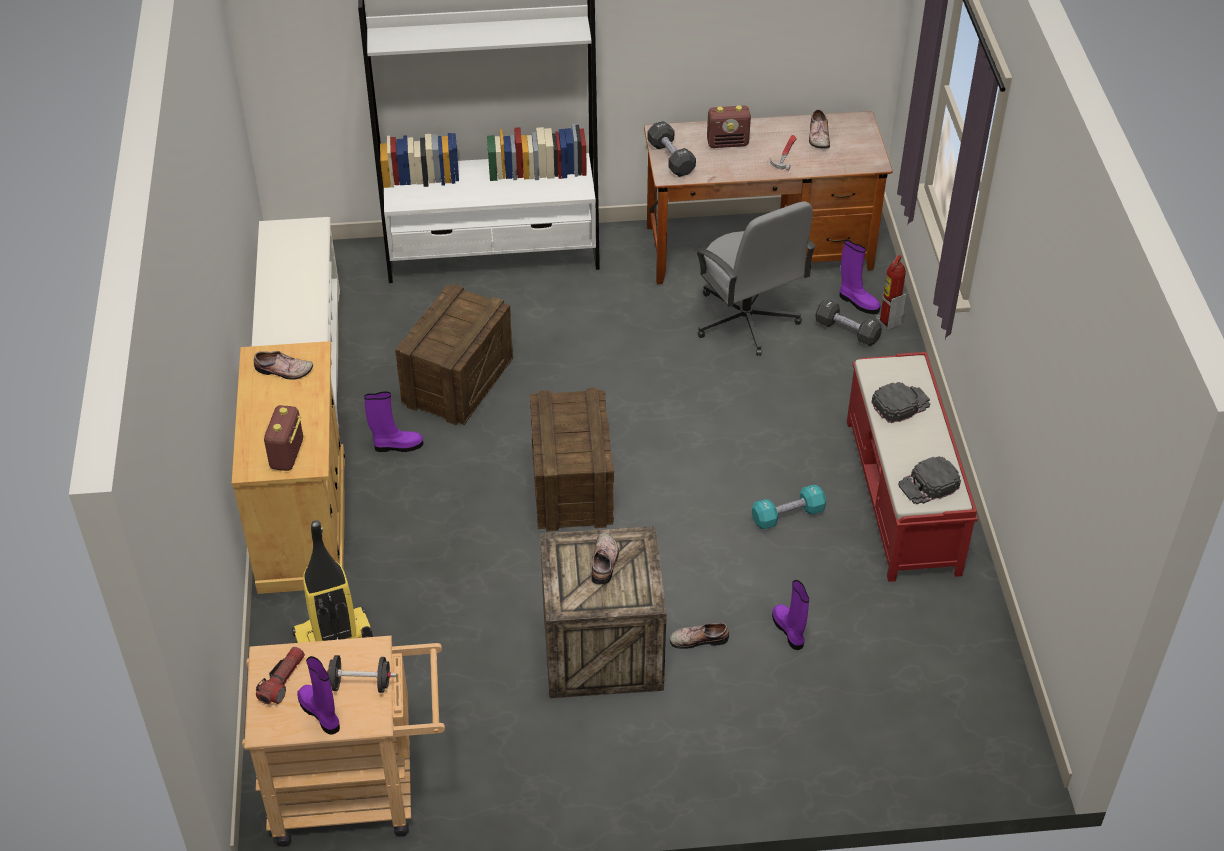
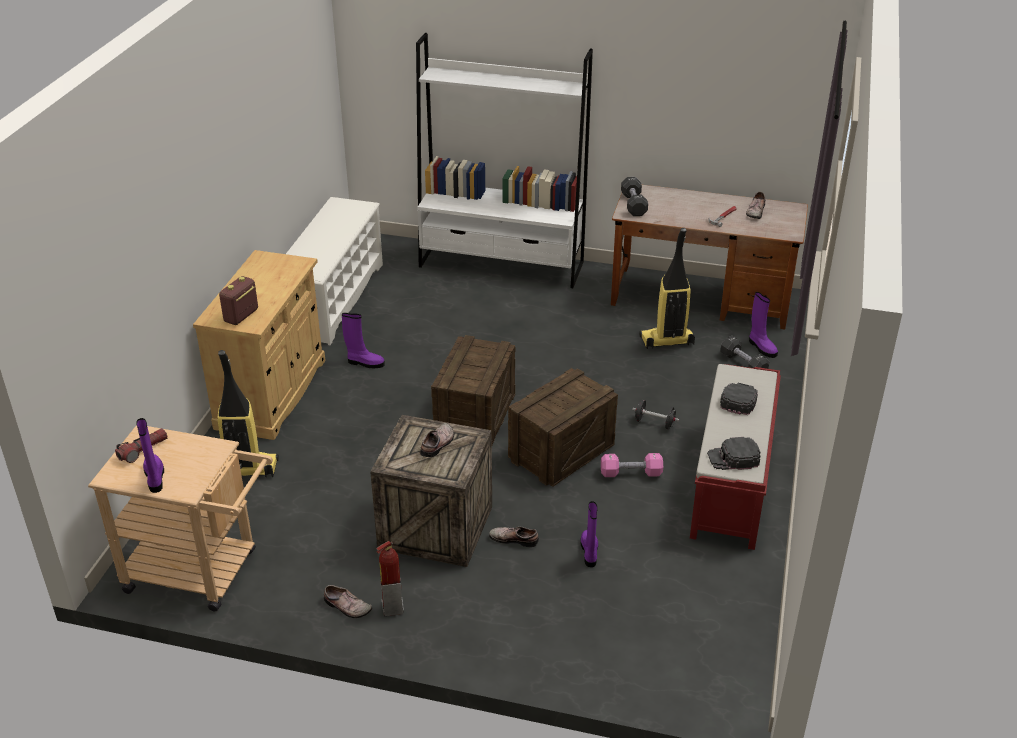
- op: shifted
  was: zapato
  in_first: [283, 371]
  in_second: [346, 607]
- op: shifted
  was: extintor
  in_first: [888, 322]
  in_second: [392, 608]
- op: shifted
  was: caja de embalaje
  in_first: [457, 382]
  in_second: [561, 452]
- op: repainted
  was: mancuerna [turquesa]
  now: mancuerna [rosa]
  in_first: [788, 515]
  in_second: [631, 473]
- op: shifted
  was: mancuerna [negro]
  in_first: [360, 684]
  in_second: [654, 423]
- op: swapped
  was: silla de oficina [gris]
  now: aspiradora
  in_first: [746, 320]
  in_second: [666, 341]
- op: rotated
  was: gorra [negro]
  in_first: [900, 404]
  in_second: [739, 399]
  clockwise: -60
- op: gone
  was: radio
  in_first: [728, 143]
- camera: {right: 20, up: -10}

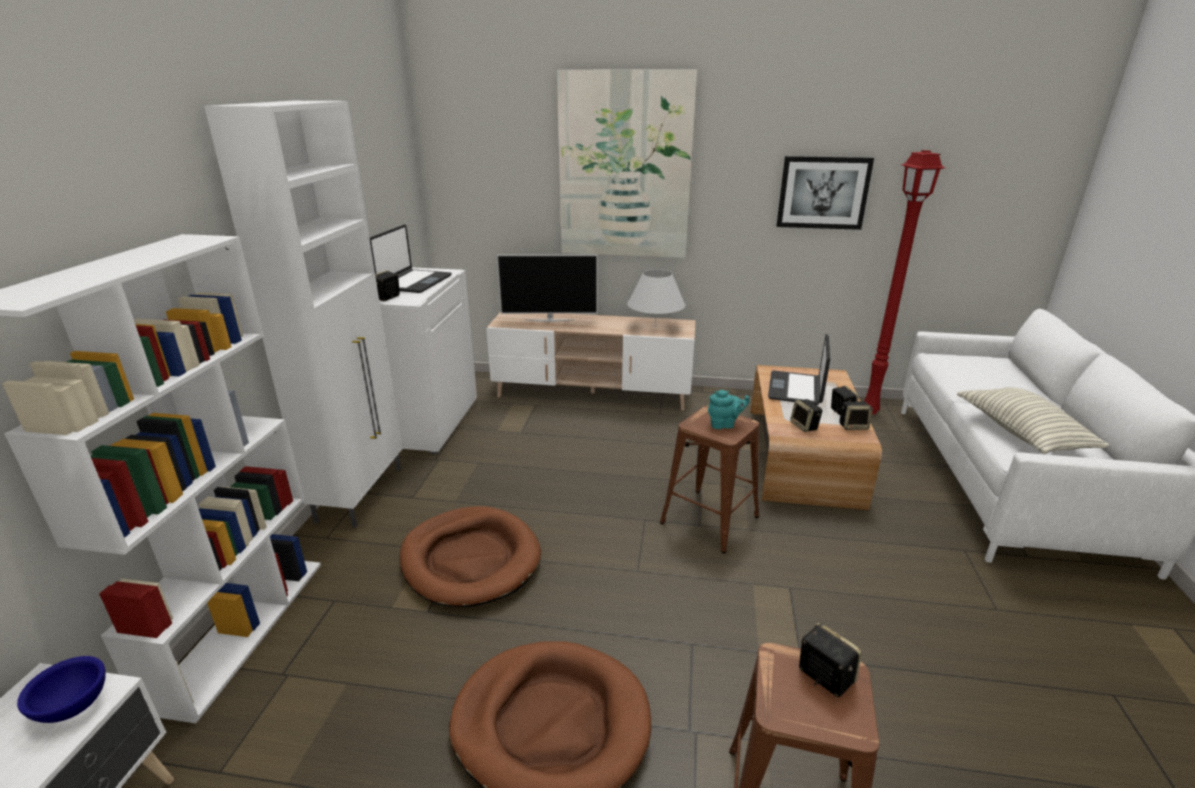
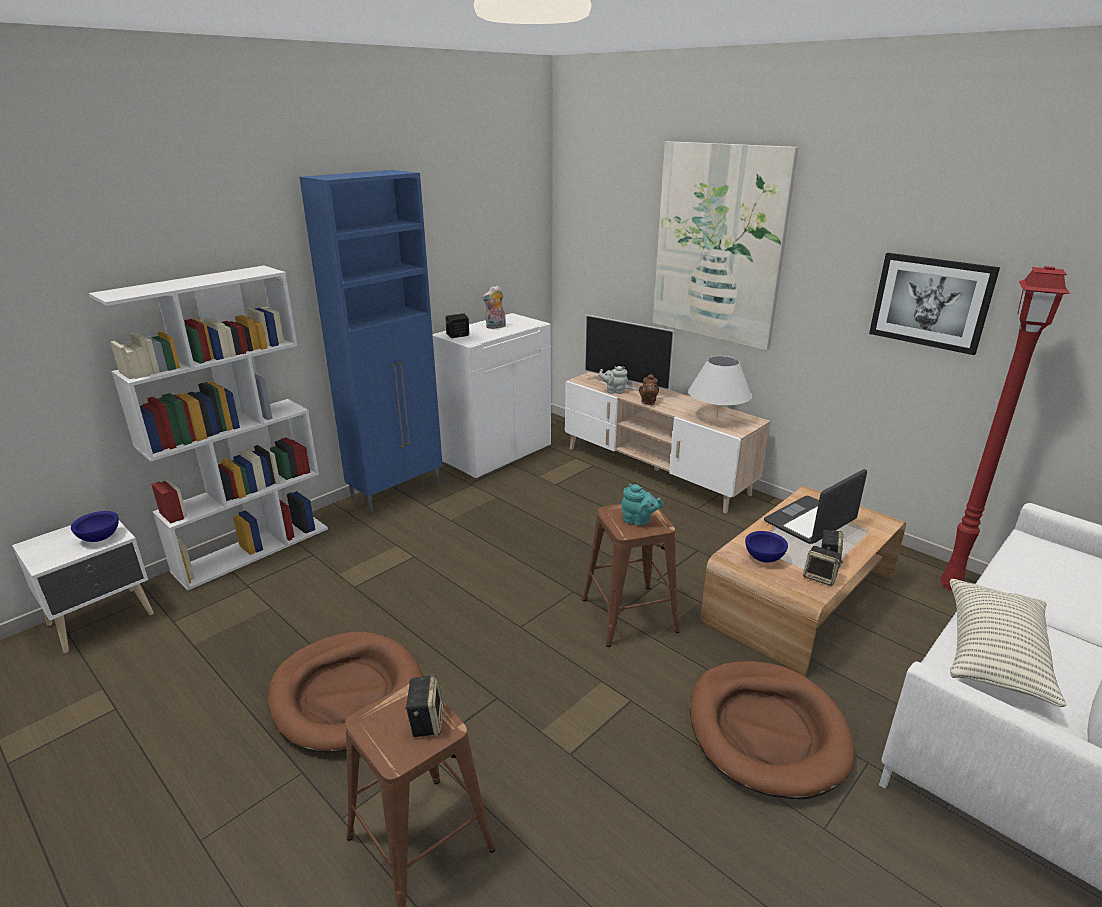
- op: repainted
  was: armario [blanco]
  now: armario [azul]
  in_first: [362, 493]
  in_second: [398, 491]
- op: swapped
  was: portátil
  now: peluche
  in_first: [414, 282]
  in_second: [495, 327]
- op: new
  now: tetera [gris]
  in_second: [614, 391]
- op: new
  now: tetera [marrón]
  in_second: [648, 402]
- op: shifted
  was: cama para perro [marrón]
  in_first: [470, 559]
  in_second: [767, 731]
- op: swapped
  was: altavoz
  now: cuenco [azul]
  in_first: [805, 426]
  in_second: [764, 558]
- camera: {right: 35, up: 0}

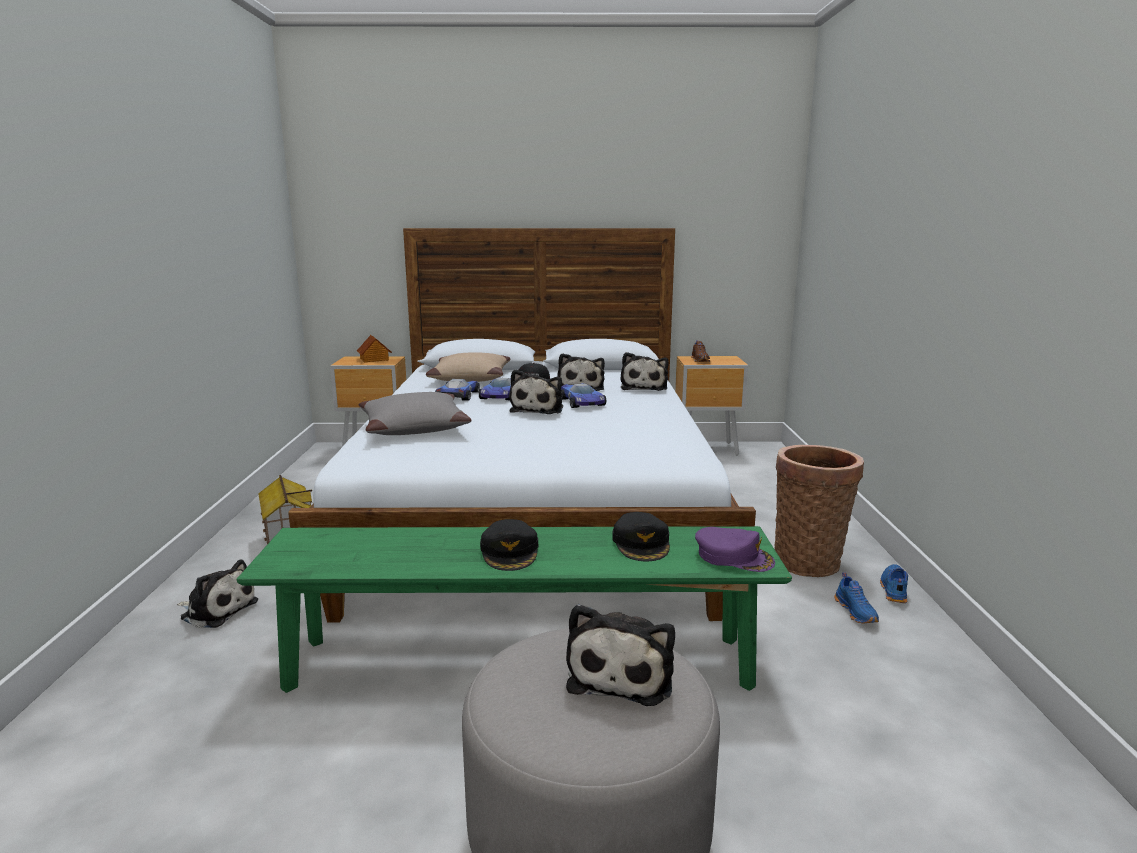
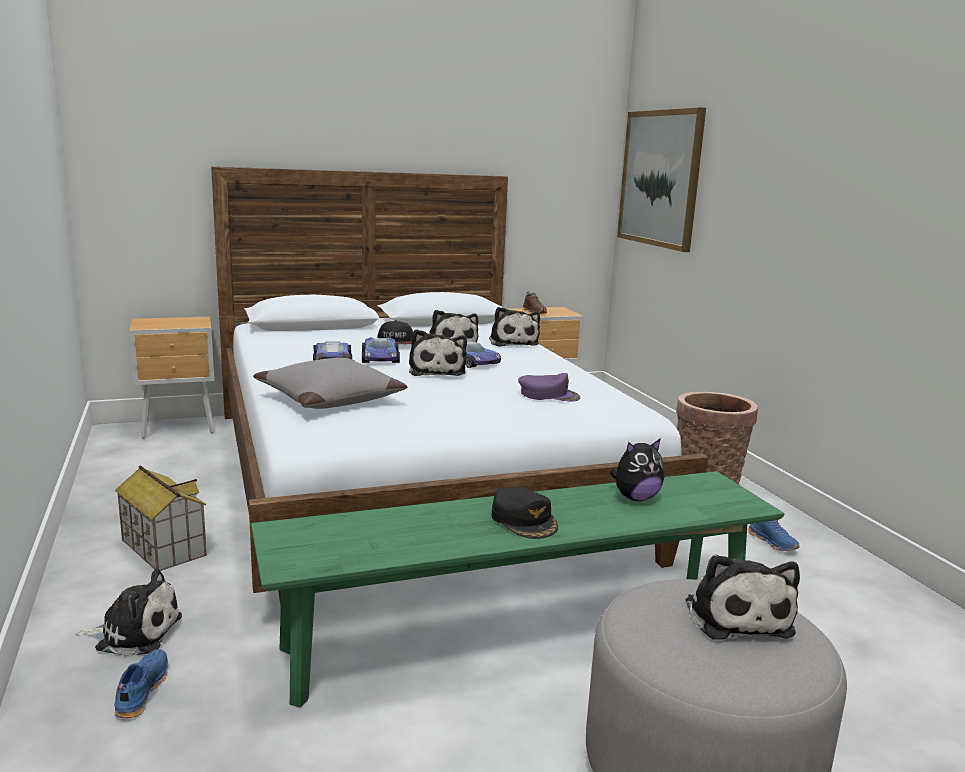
- op: shifted
  was: zapato [azul]
  in_first: [893, 589]
  in_second: [140, 691]
- op: shifted
  was: gorra [morado]
  in_first: [734, 556]
  in_second: [548, 395]
- op: swapped
  was: gorra [negro]
  now: peluche
  in_first: [642, 543]
  in_second: [635, 498]
- op: new
  now: cuadro
  in_second: [660, 178]
- op: gone
  was: casita
  in_first: [374, 359]
- op: gone
  was: cojín [beis]
  in_first: [469, 378]
- camera: {right: -20, up: 0}

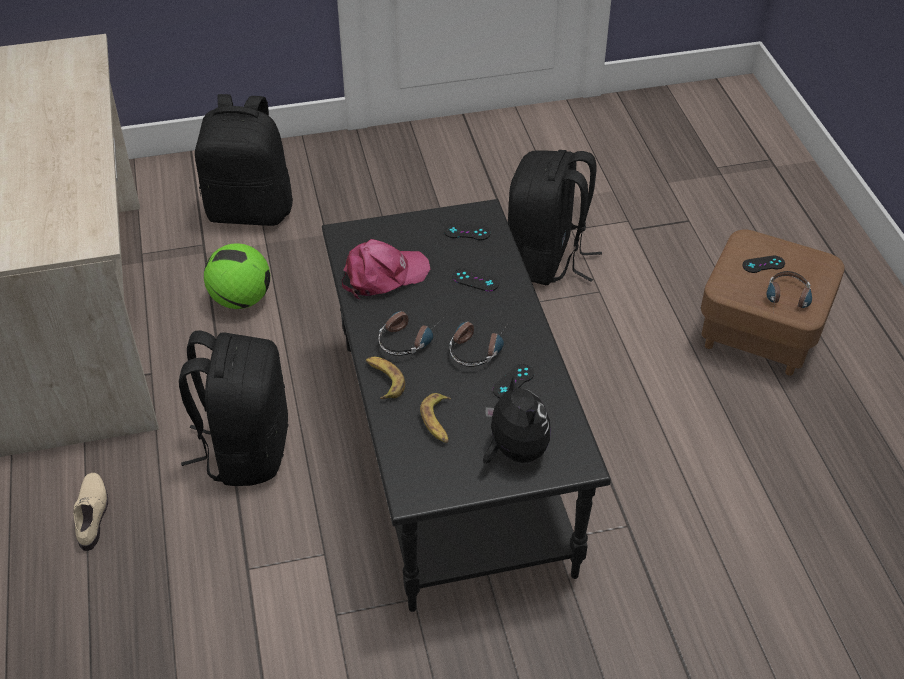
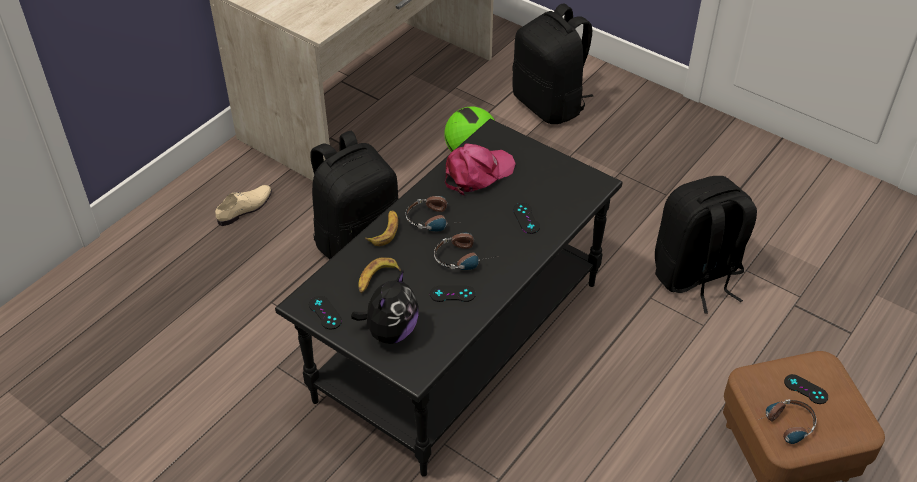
- op: shifted
  was: mando de consola [negro]
  in_first: [467, 232]
  in_second: [325, 313]
- op: rotated
  was: gorra [rosa]
  in_first: [383, 275]
  in_second: [477, 173]
  clockwise: -60
- camera: {right: 50, up: 0}

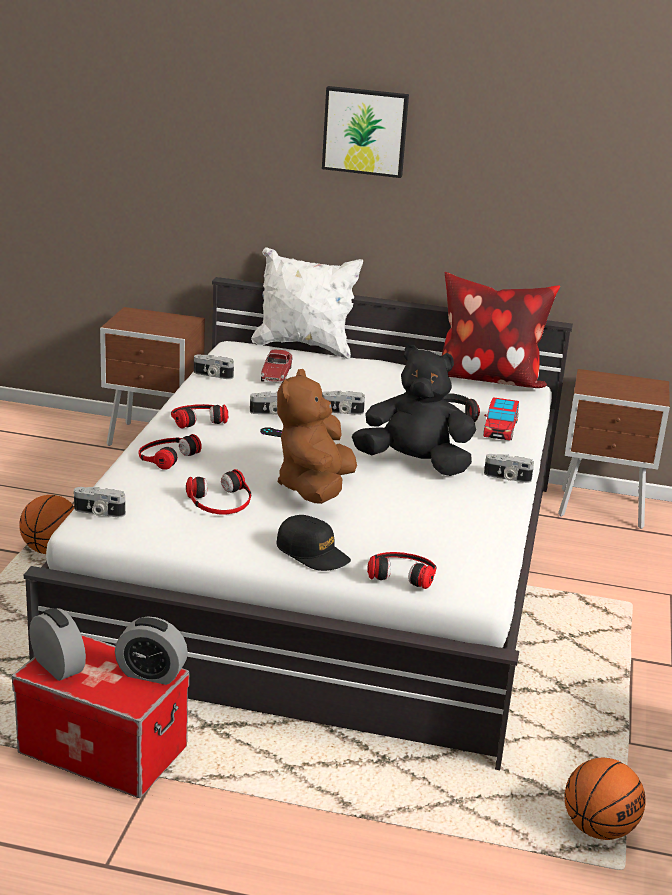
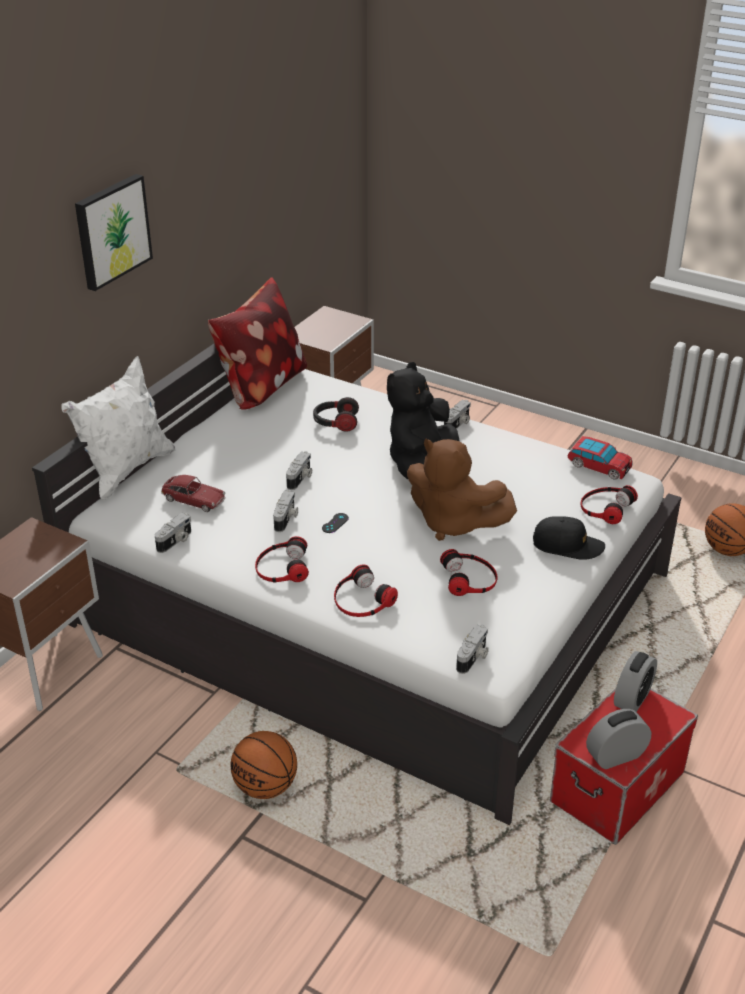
- op: rotated
  was: gorra [negro]
  in_first: [312, 553]
  in_second: [567, 545]
  clockwise: 45
- op: shifted
  was: coche de juguete
  in_first: [500, 429]
  in_second: [598, 466]
- camera: {right: -70, up: 10}

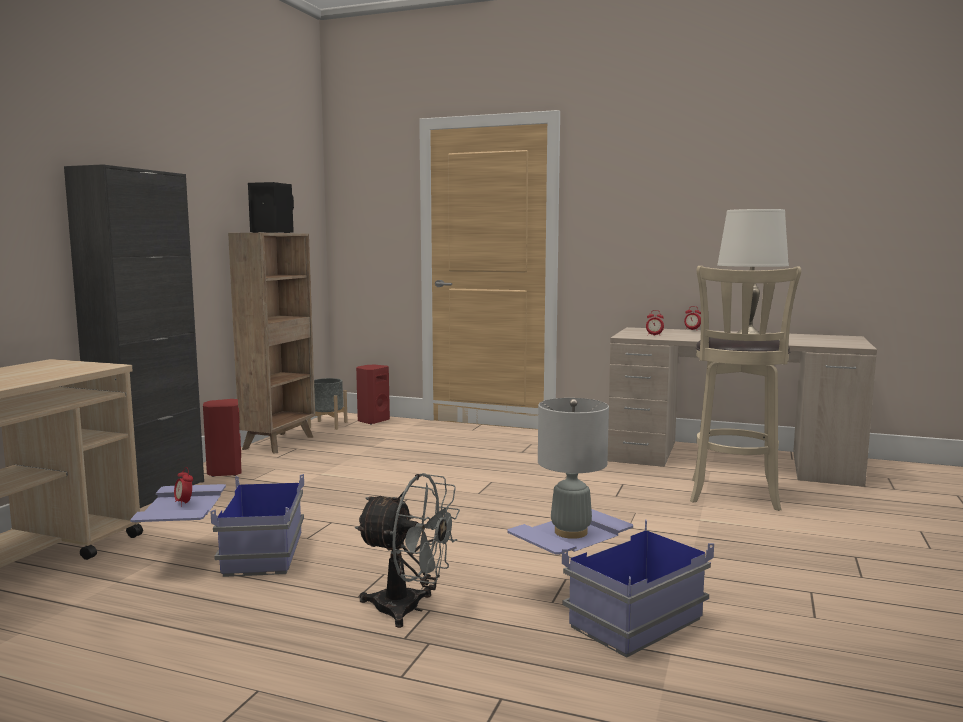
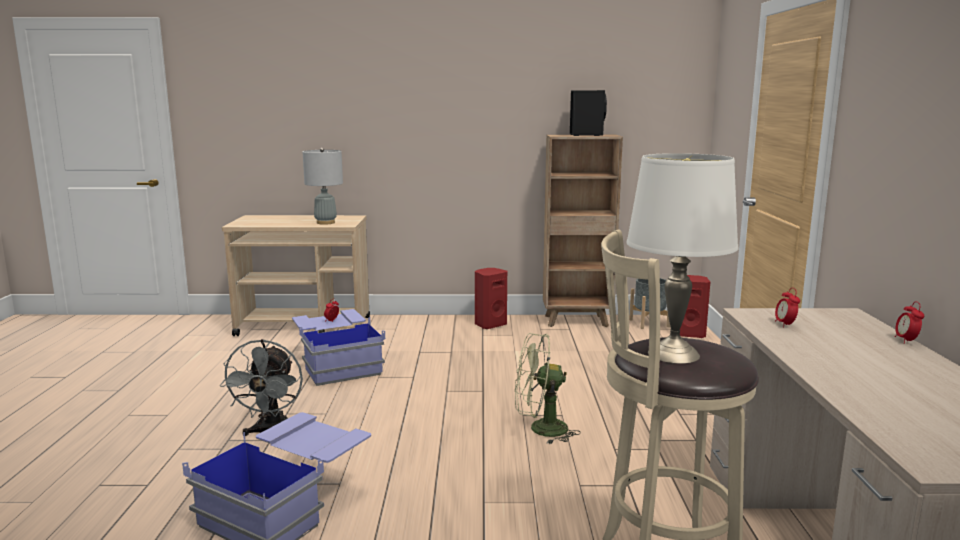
- op: shifted
  was: lámpara de mesa [gris]
  in_first: [571, 532]
  in_second: [325, 222]
- op: new
  now: ventilador [verde]
  in_second: [540, 430]
- op: gone
  was: armario [negro]
  in_first: [151, 494]
- camera: {right: 70, up: 5}

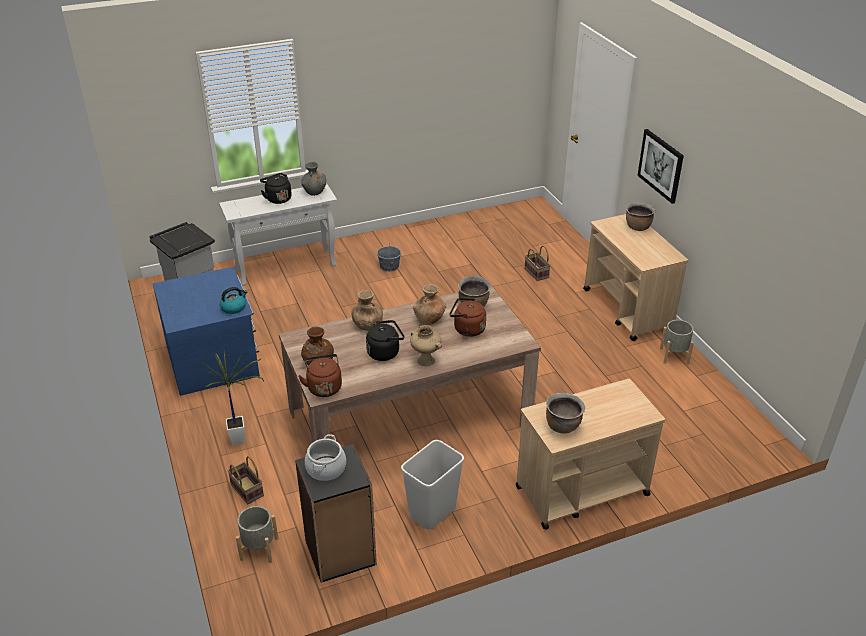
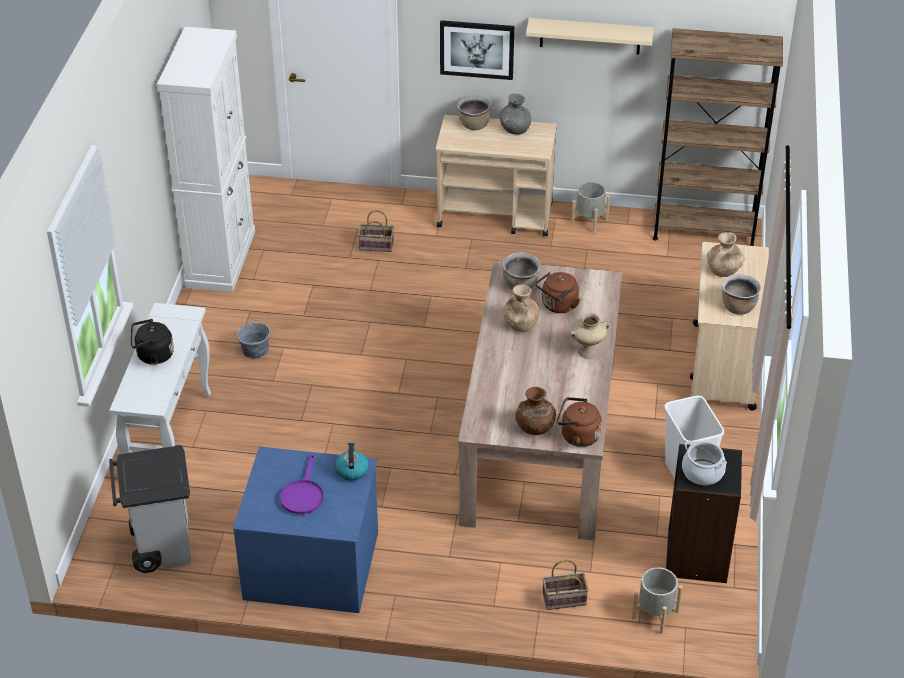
- op: new
  now: armario [blanco]
  in_second: [221, 258]
- op: new
  now: sartén [morado]
  in_second: [303, 494]
- op: shifted
  was: florero [gris]
  in_first: [314, 192]
  in_second: [515, 129]
- op: new
  now: estante [beis]
  in_second: [590, 36]
- op: new
  now: estantería [marrón]
  in_second: [703, 230]
- op: shifted
  was: florero [marrón]
  in_first: [367, 325]
  in_second: [723, 271]
- op: gone
  was: planta en maceta
  in_first: [241, 441]
- op: gone
  was: hervidor [negro]
  in_first: [385, 352]
- camera: {right: -60, up: 5}

